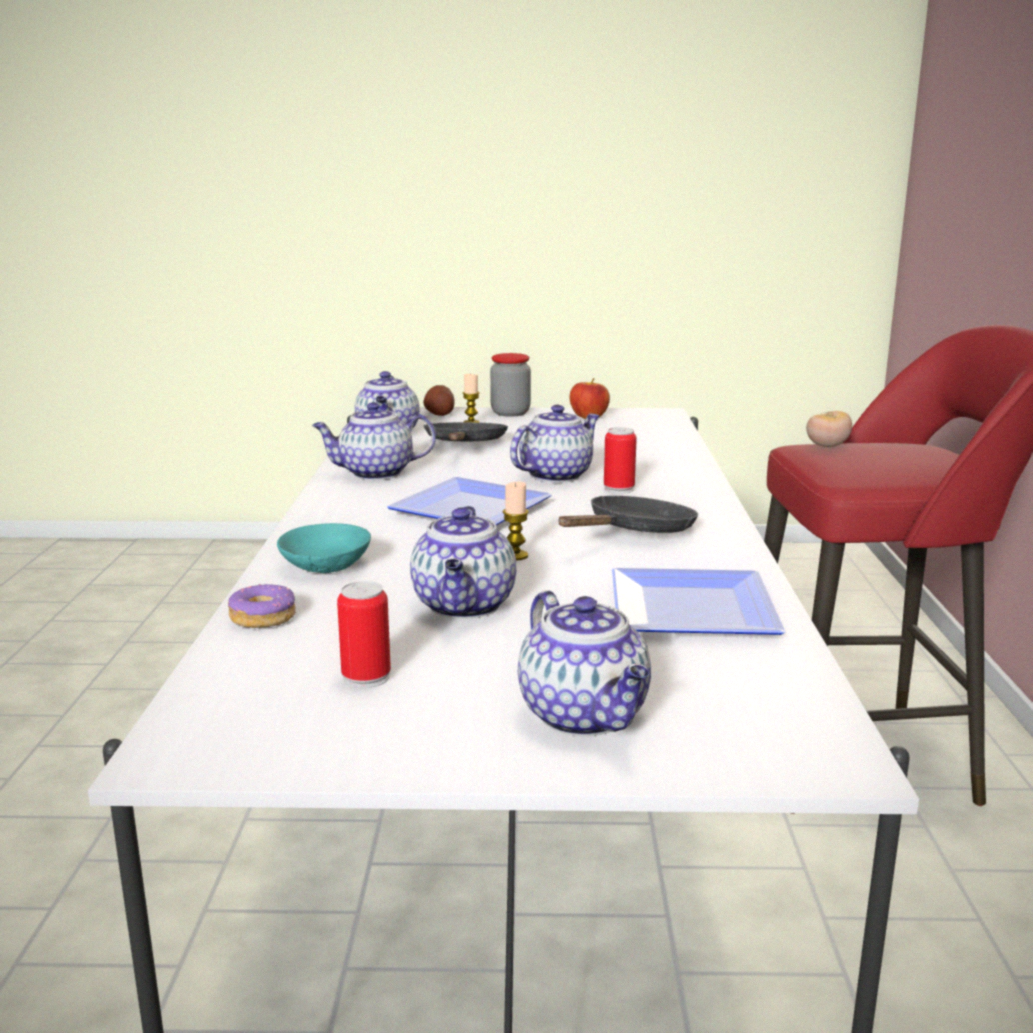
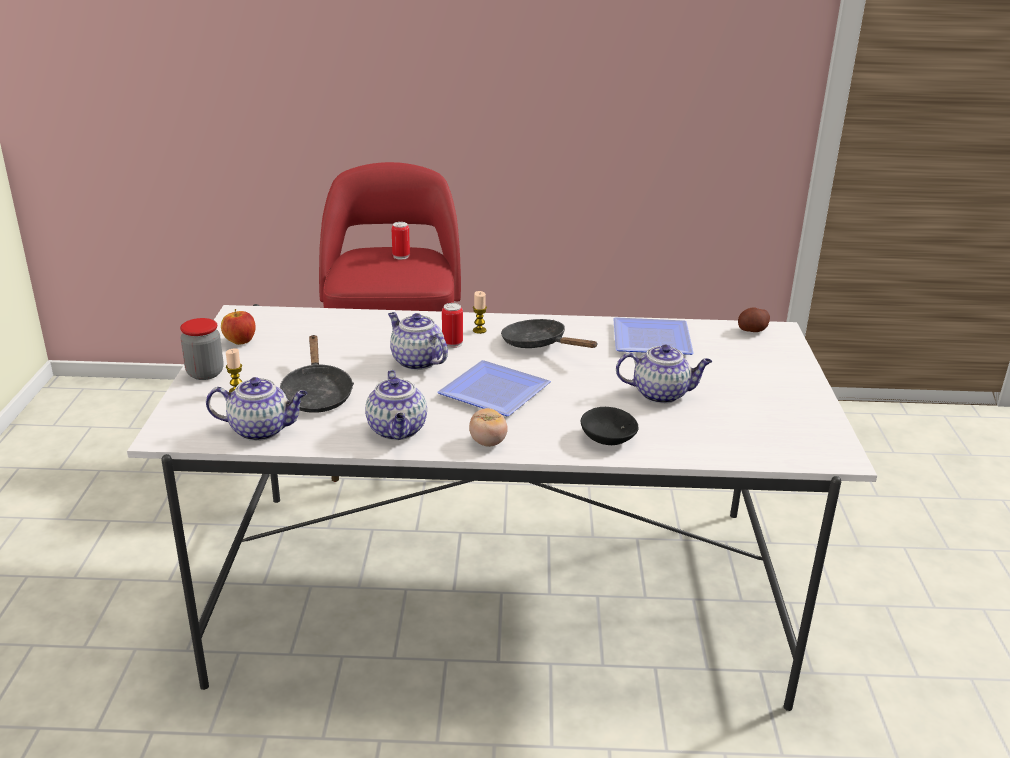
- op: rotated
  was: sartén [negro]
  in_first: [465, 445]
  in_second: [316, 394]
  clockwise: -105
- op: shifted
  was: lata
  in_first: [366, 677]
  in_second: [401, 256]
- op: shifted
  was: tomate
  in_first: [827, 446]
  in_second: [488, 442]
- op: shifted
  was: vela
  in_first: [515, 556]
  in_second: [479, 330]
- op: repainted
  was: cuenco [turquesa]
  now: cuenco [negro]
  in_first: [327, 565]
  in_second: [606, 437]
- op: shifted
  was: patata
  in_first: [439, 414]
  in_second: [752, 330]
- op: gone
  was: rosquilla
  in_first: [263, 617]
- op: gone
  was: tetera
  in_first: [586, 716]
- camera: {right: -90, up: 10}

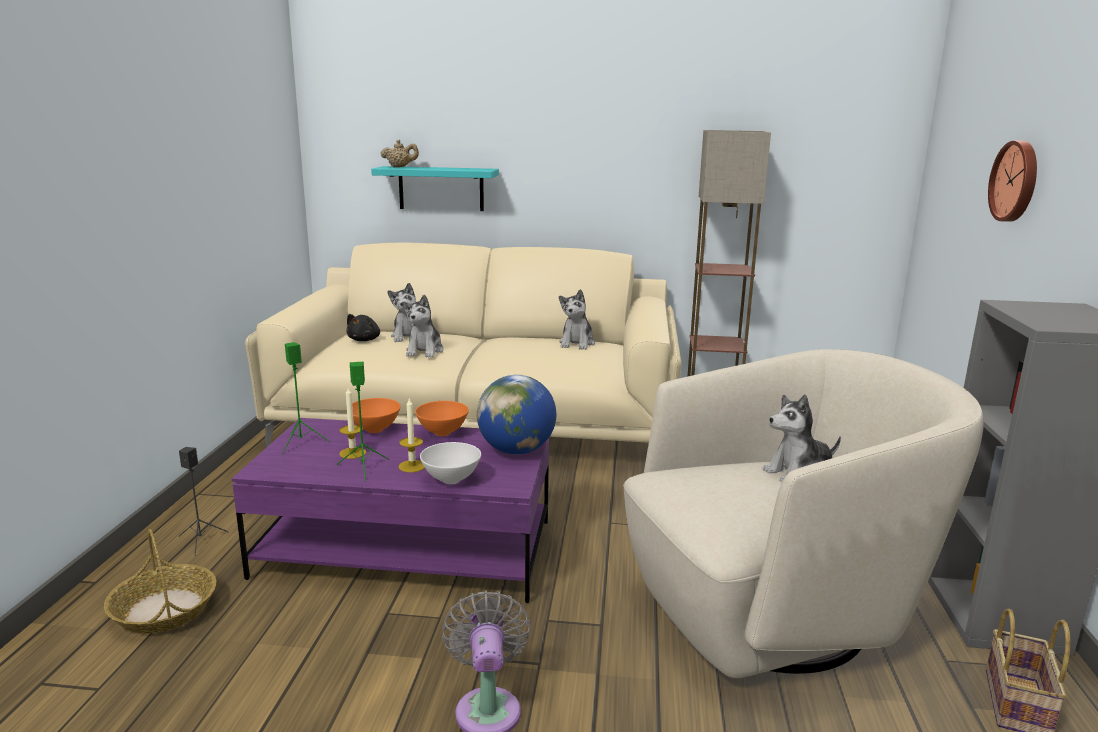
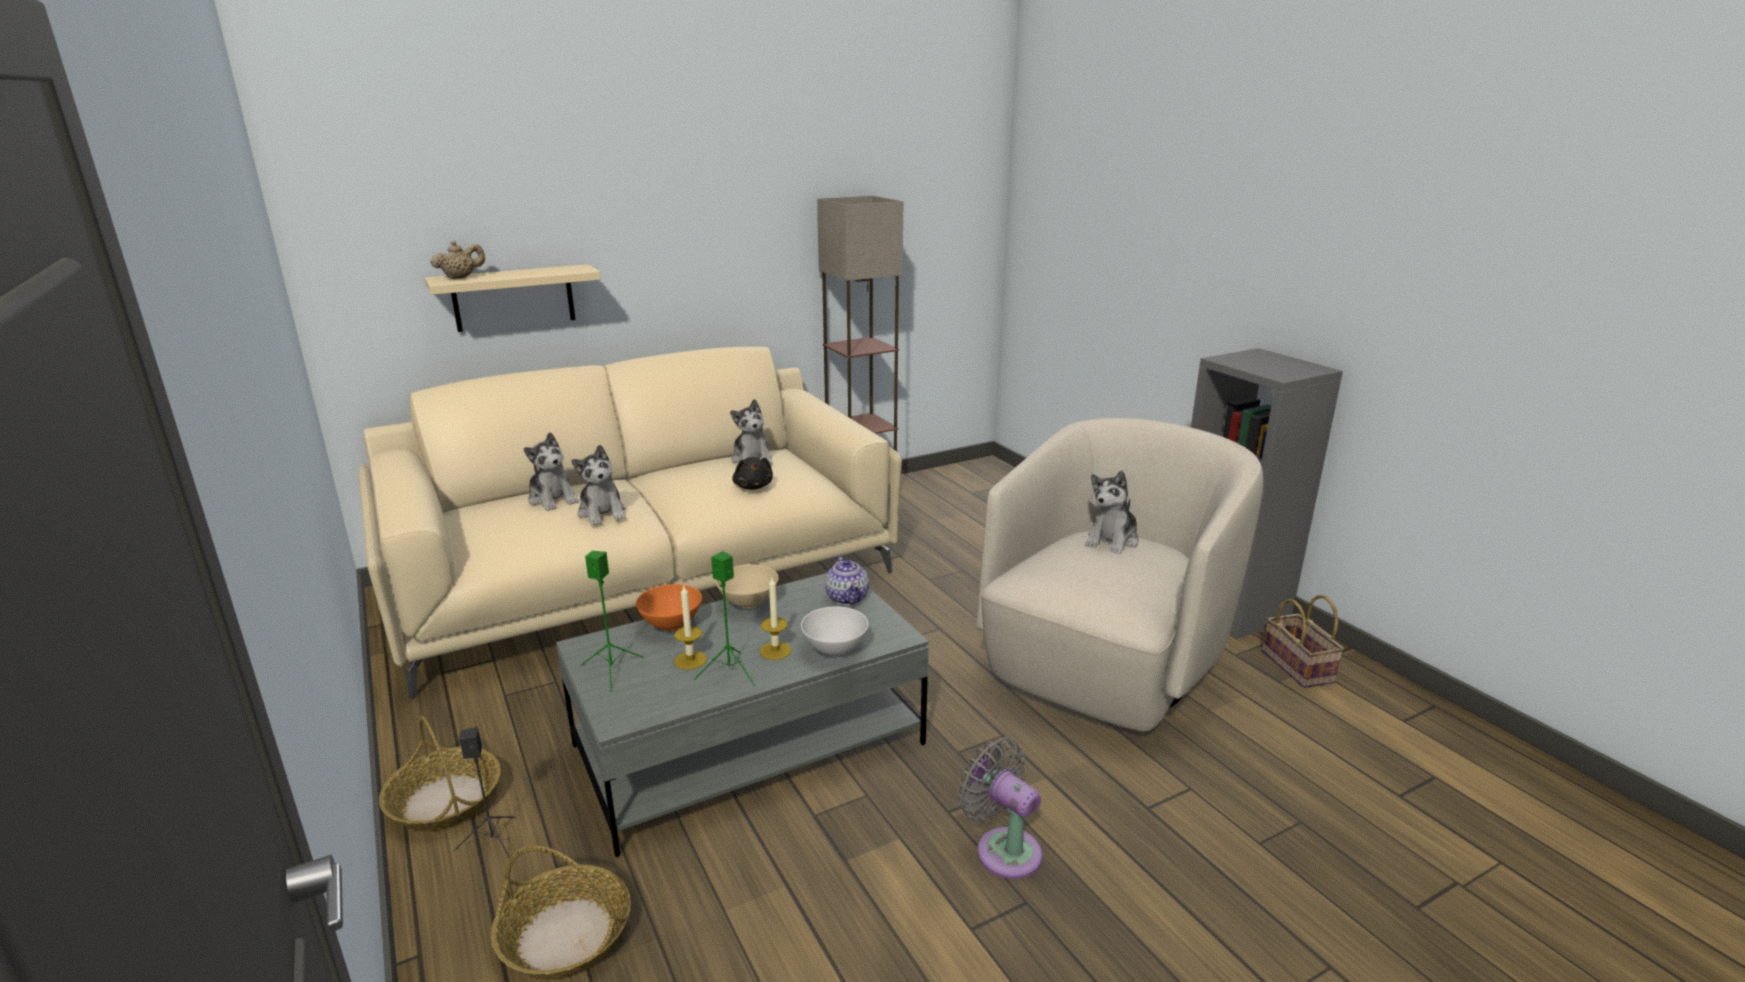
- op: new
  now: cesta
  in_second: [444, 801]
- op: repainted
  was: estante [turquesa]
  now: estante [beis]
  in_first: [441, 188]
  in_second: [513, 298]
- op: repainted
  was: mesa de centro [morado]
  now: mesa de centro [gris]
  in_first: [407, 549]
  in_second: [749, 744]
- op: repainted
  was: cuenco [naranja]
  now: cuenco [beis]
  in_first: [442, 433]
  in_second: [748, 604]
- op: shifted
  was: peluche [negro]
  in_first: [365, 340]
  in_second: [753, 486]
- op: swapped
  was: globo terráqueo
  now: tetera
  in_first: [516, 450]
  in_second: [847, 597]
- op: gone
  was: reloj de pared
  in_first: [1016, 181]
- camera: {right: -35, up: 5}

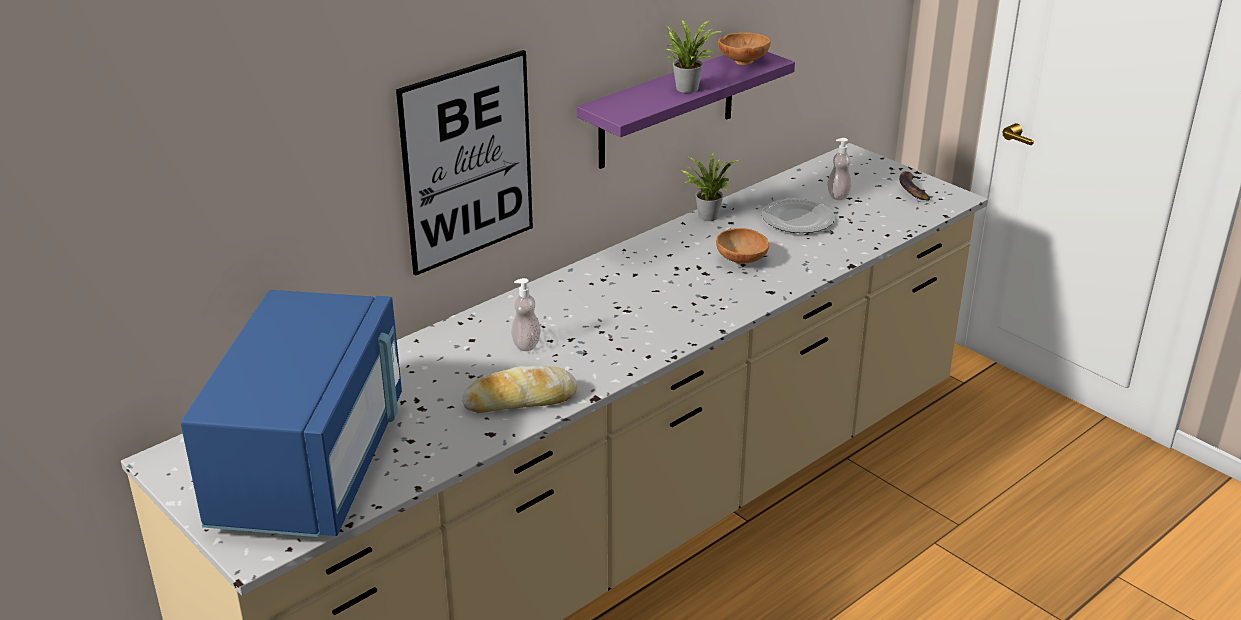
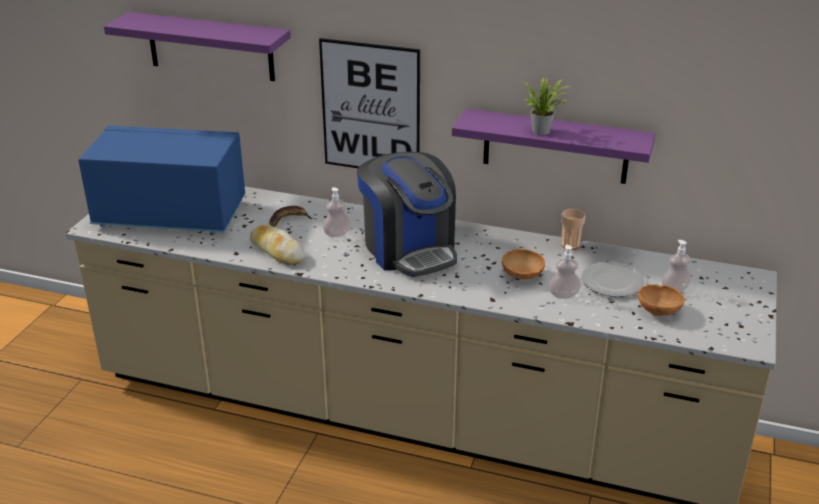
- op: rotated
  was: microondas [azul]
  in_first: [311, 465]
  in_second: [170, 215]
  clockwise: -150
- op: new
  now: estante [morado]
  in_second: [210, 46]
- op: shifted
  was: plátano
  in_first: [913, 190]
  in_second: [288, 220]
- op: new
  now: cafetera
  in_second: [409, 249]
- op: new
  now: dispensador de jabón
  in_second: [564, 295]
- op: swapped
  was: planta en maceta
  now: taza
  in_first: [706, 215]
  in_second: [570, 245]
- op: shifted
  was: cuenco [marrón]
  in_first: [743, 61]
  in_second: [659, 311]
- camera: {right: 60, up: 0}

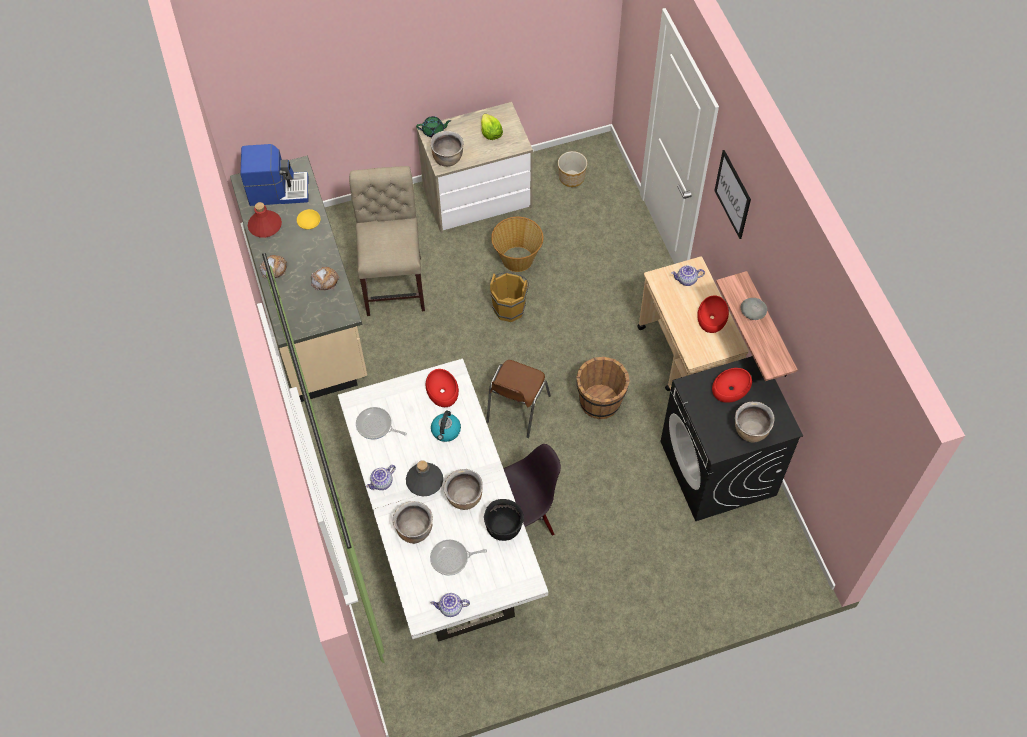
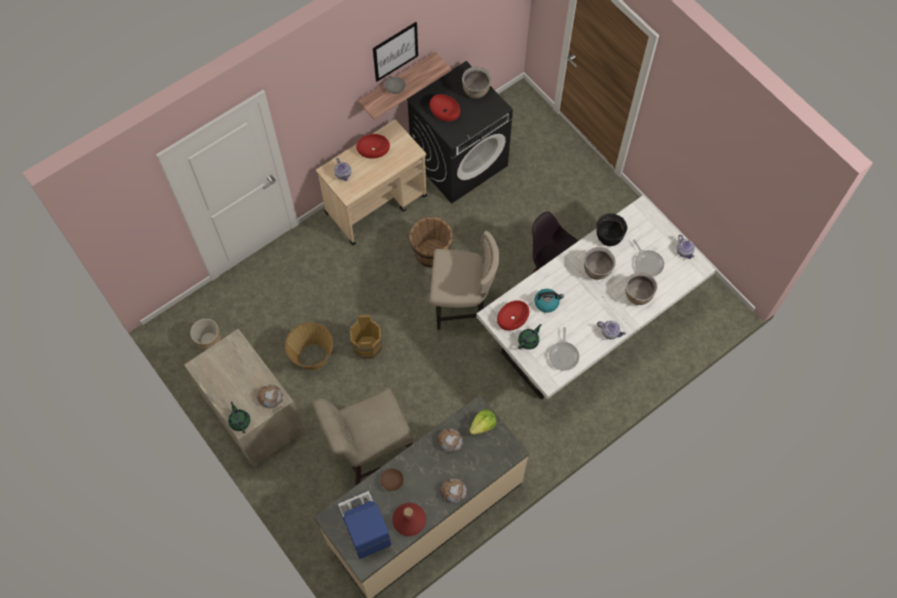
- op: swapped
  was: olla [marrón]
  now: pan
  in_first: [447, 158]
  in_second: [270, 397]
- op: shifted
  was: cuadro
  in_first: [733, 194]
  in_second: [395, 51]
- op: repainted
  was: cuenco [amarillo]
  now: cuenco [marrón]
  in_first: [309, 223]
  in_second: [392, 481]
- op: swapped
  was: silla [marrón]
  now: taburete [beis]
  in_first: [516, 410]
  in_second: [462, 310]
- op: shifted
  was: lechuga
  in_first: [490, 133]
  in_second: [483, 425]
- op: new
  now: tetera [verde]
  in_second: [528, 341]
- op: gone
  was: botella [gris]
  in_first: [424, 481]
- camera: {right: -110, up: 5}

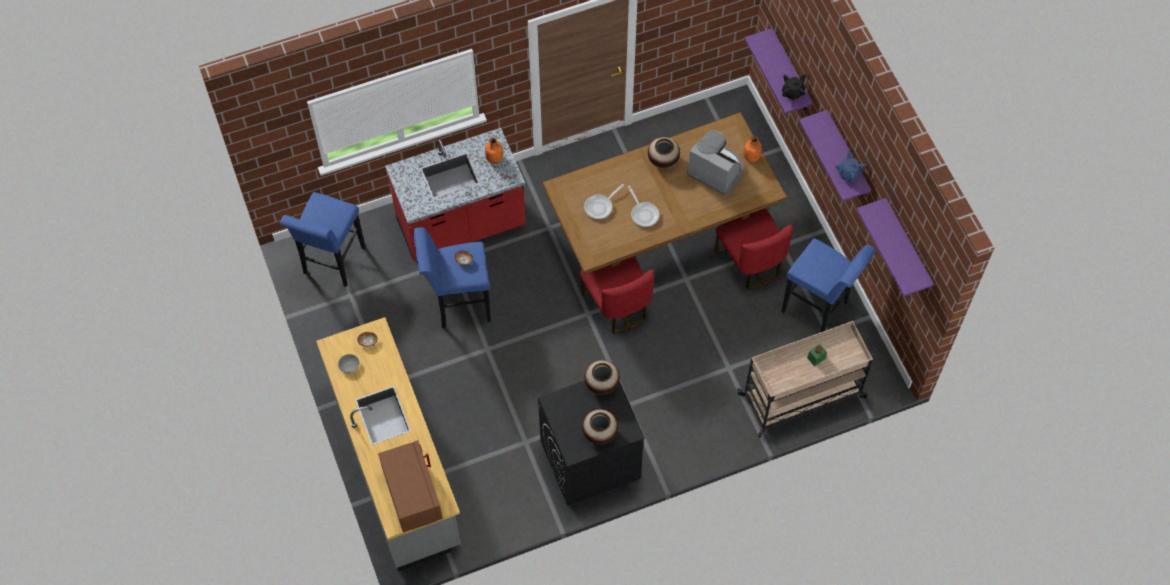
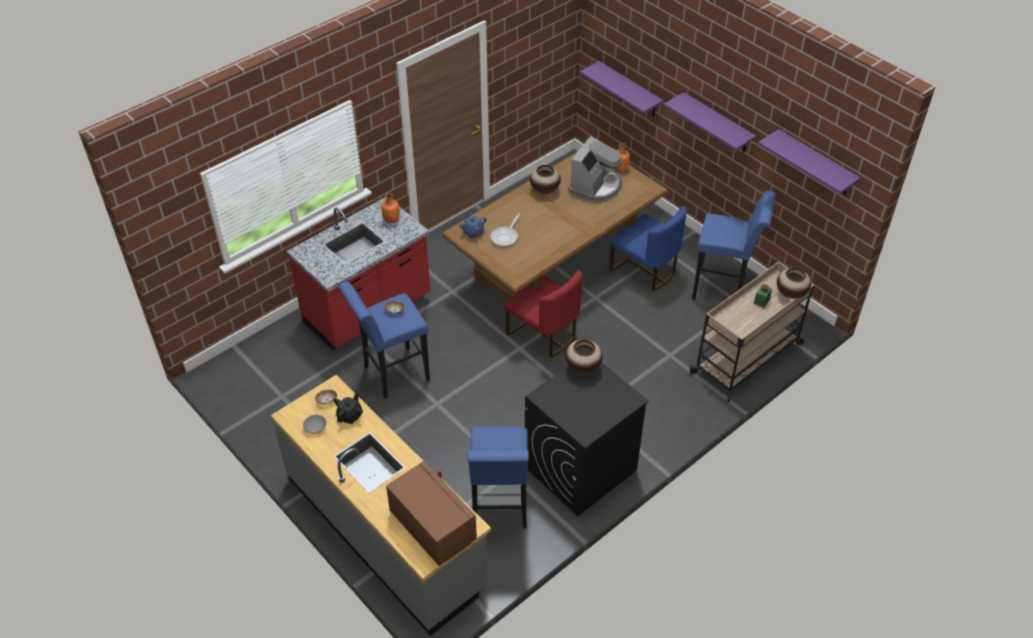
- op: shifted
  was: tetera [negro]
  in_first: [793, 92]
  in_second: [350, 415]
- op: shifted
  was: tetera [azul]
  in_first: [849, 173]
  in_second: [473, 232]
- op: shifted
  was: taburete [azul]
  in_first: [332, 264]
  in_second: [499, 510]
- op: rotated
  was: cafetera
  in_first: [716, 170]
  in_second: [595, 186]
  clockwise: 105
- op: repainted
  was: silla [rojo]
  now: silla [azul]
  in_first: [750, 262]
  in_second: [644, 270]
- op: shifted
  was: florero
  in_first: [599, 433]
  in_second: [790, 294]
- op: gone
  was: sartén
  in_first: [643, 213]
- camera: {right: -20, up: -15}

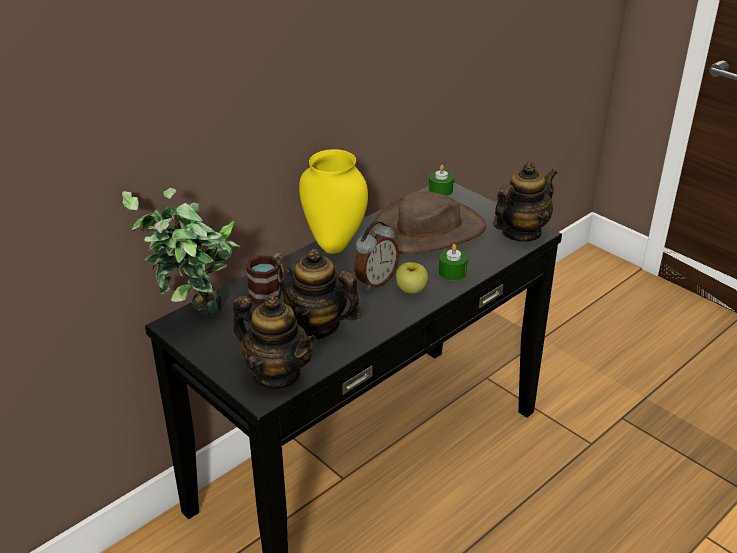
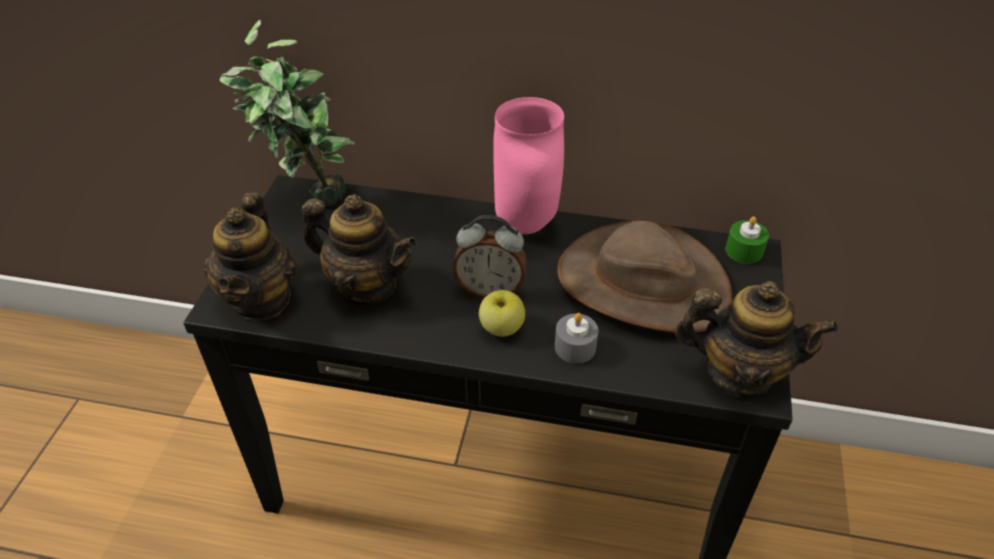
- op: rotated
  was: tetera
  in_first: [317, 326]
  in_second: [366, 286]
  clockwise: 120
- op: repainted
  was: florero [amarillo]
  now: florero [rosa]
  in_first: [334, 247]
  in_second: [523, 225]
- op: repainted
  was: vela [verde]
  now: vela [gris]
  in_first: [452, 272]
  in_second: [575, 347]
- op: gone
  was: taza grande
  in_first: [269, 291]
- camera: {right: 55, up: 10}

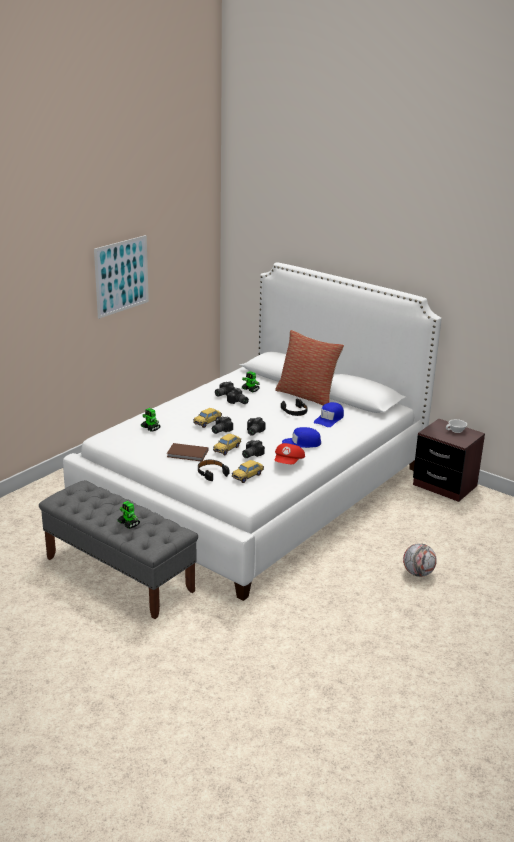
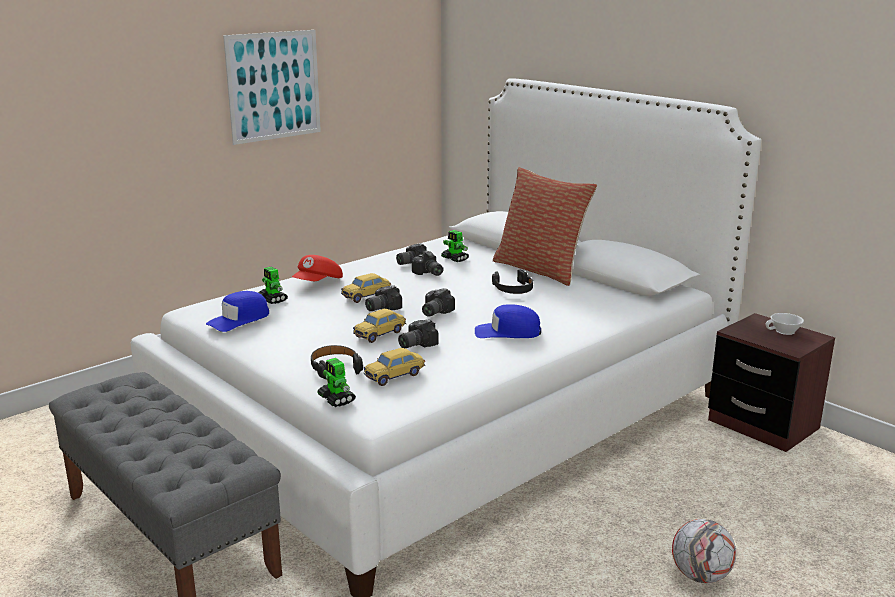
- op: shifted
  was: gorra [azul]
  in_first: [329, 419]
  in_second: [239, 319]
- op: shifted
  was: gorra [rojo]
  in_first: [289, 463]
  in_second: [318, 284]
- op: shifted
  was: robot de juguete
  in_first: [129, 524]
  in_second: [336, 399]
- op: gone
  was: libro [marrón]
  in_first: [187, 454]
- camera: {right: 10, up: -5}

